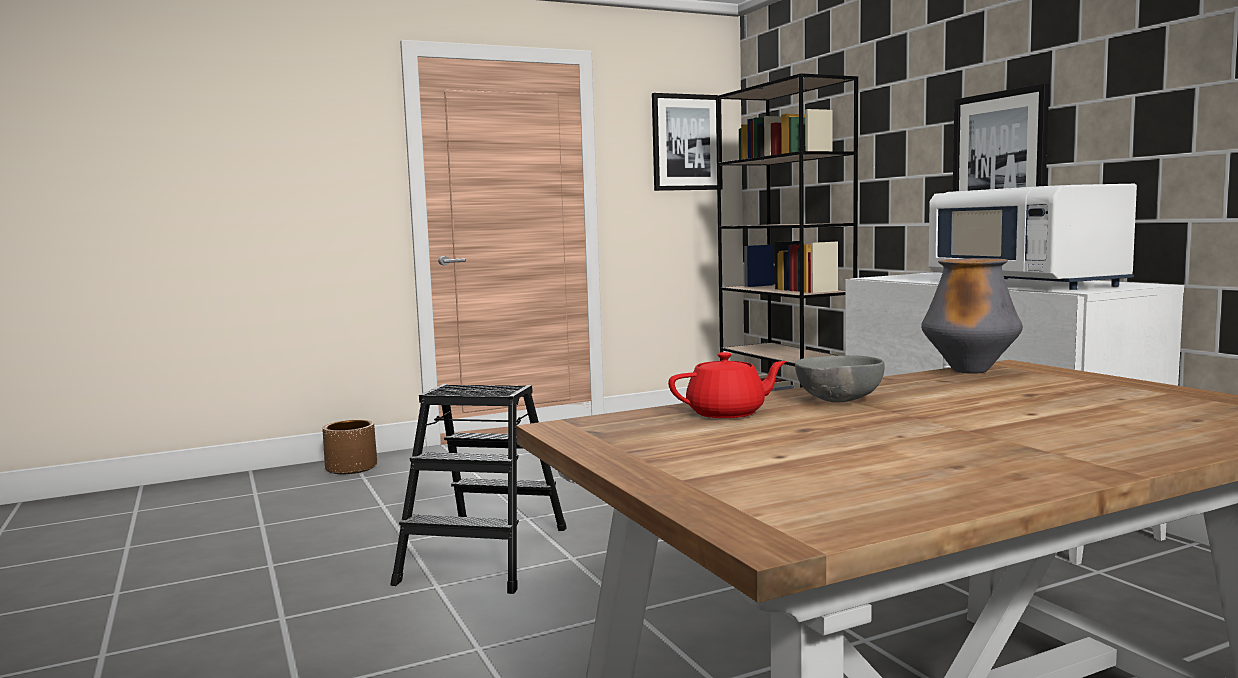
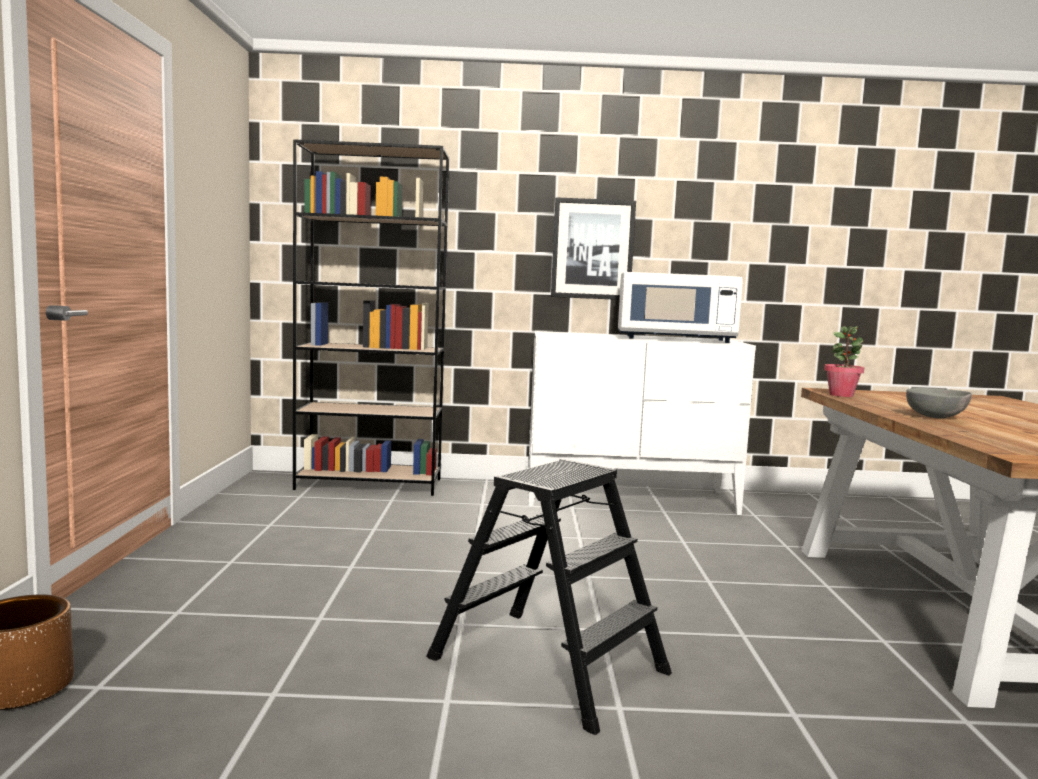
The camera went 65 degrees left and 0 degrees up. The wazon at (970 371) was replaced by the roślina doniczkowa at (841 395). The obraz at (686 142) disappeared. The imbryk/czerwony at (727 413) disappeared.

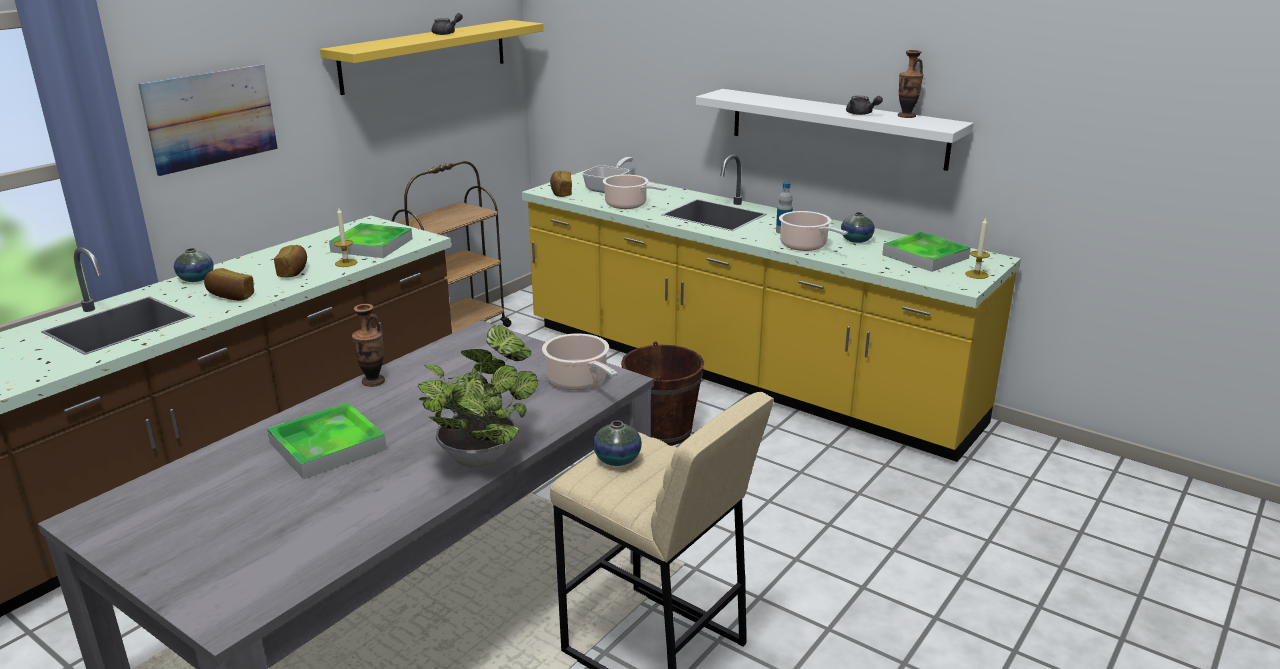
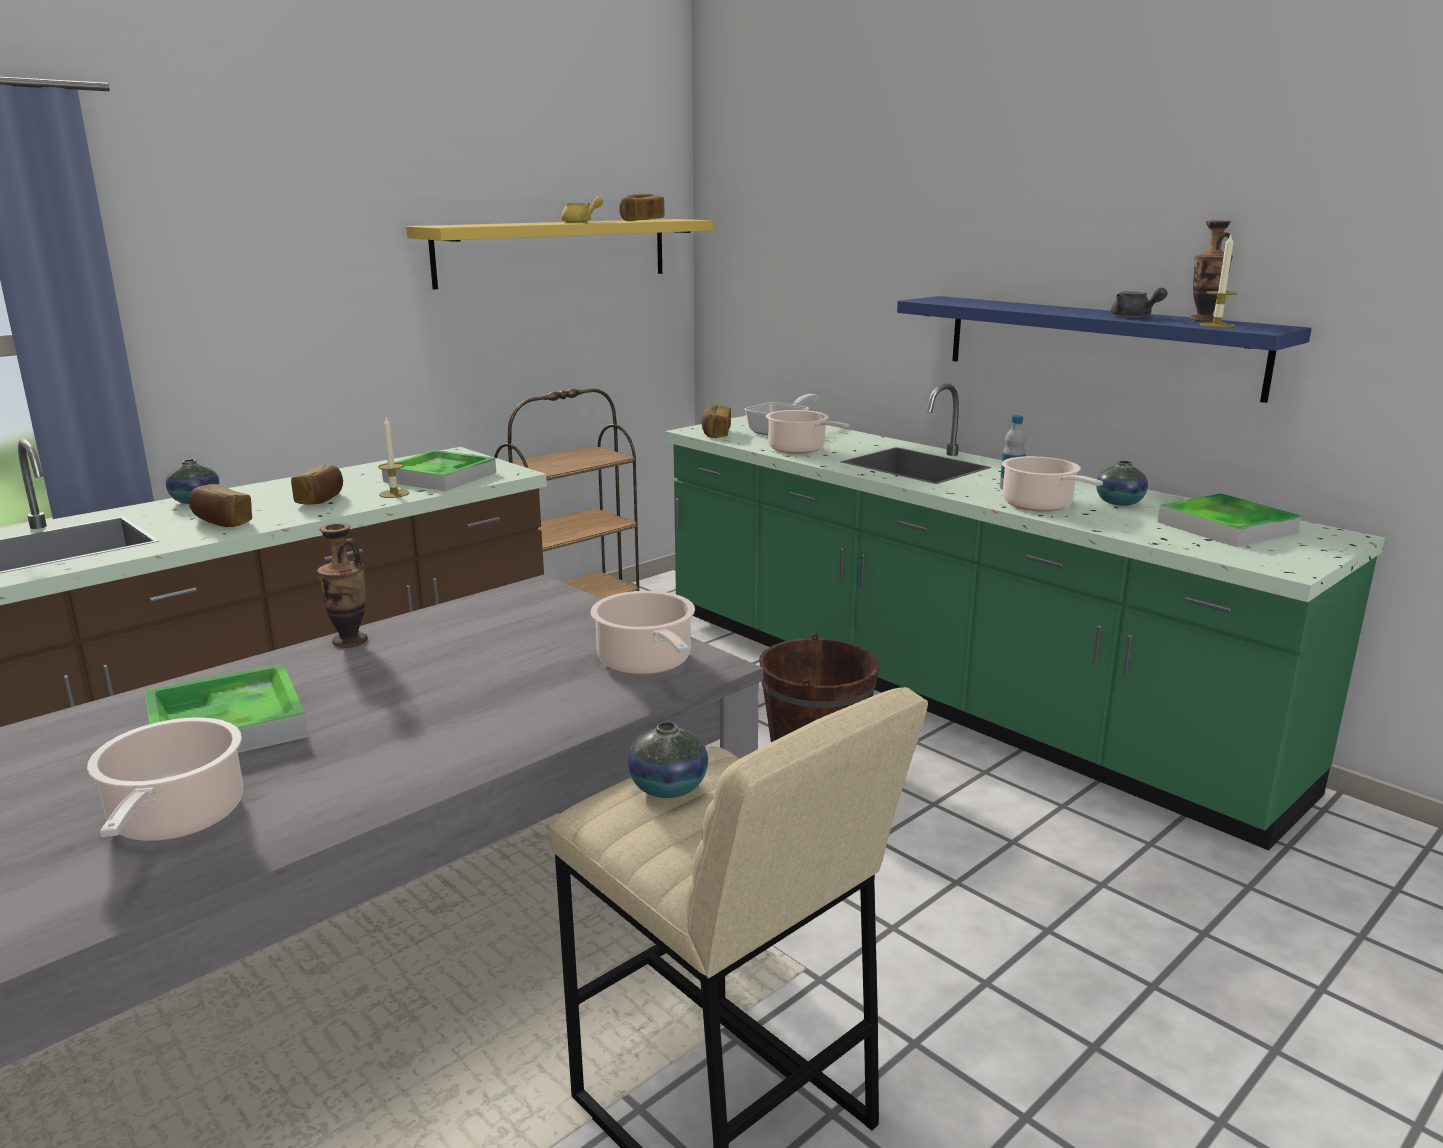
The camera went 10 degrees right and 5 degrees down. The garnek at (175 820) appeared. The imbryk/szary at (447 33) became the imbryk/żółty at (581 222). The chleb at (641 220) appeared. The zabudowa kuchenna/żółty at (740 374) became the zabudowa kuchenna/zielony at (943 693). The półka/biały at (836 128) became the półka/niebieski at (1097 344). The świeca moved from (976 274) to (1216 325). The obraz at (211 118) disappeared. The roślina doniczkowa at (482 454) disappeared.

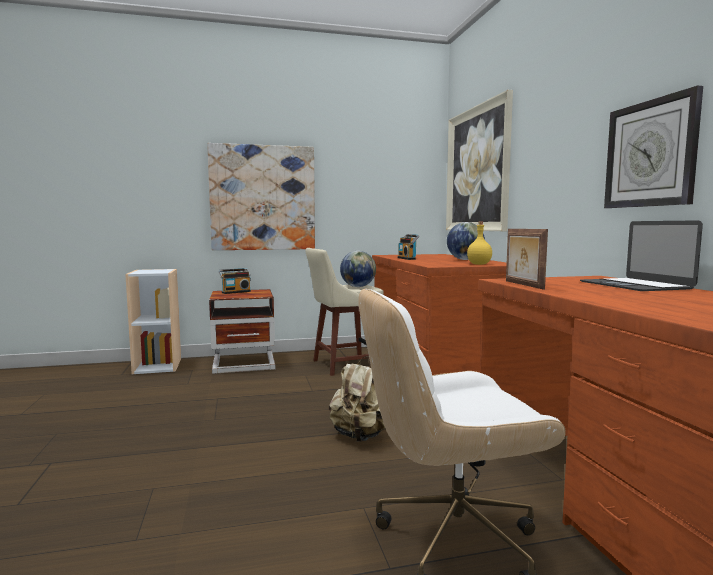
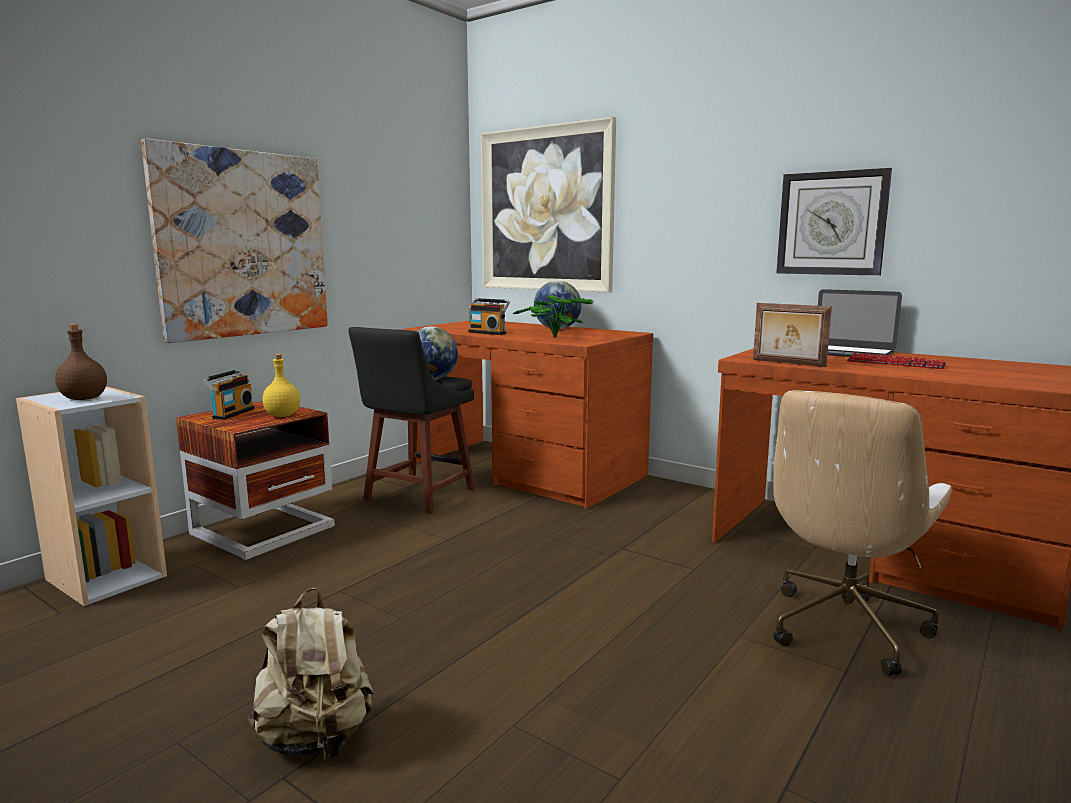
The camera went 40 degrees left and 5 degrees up. The butelka/brązowy at (84 398) appeared. The plecak/beżowy moved from (360 436) to (316 739). The butelka/żółty moved from (479 264) to (282 415). The stołek/beżowy at (343 365) became the stołek/czarny at (416 496). The roślina doniczkowa at (554 338) appeared. The klawiatura at (895 363) appeared.

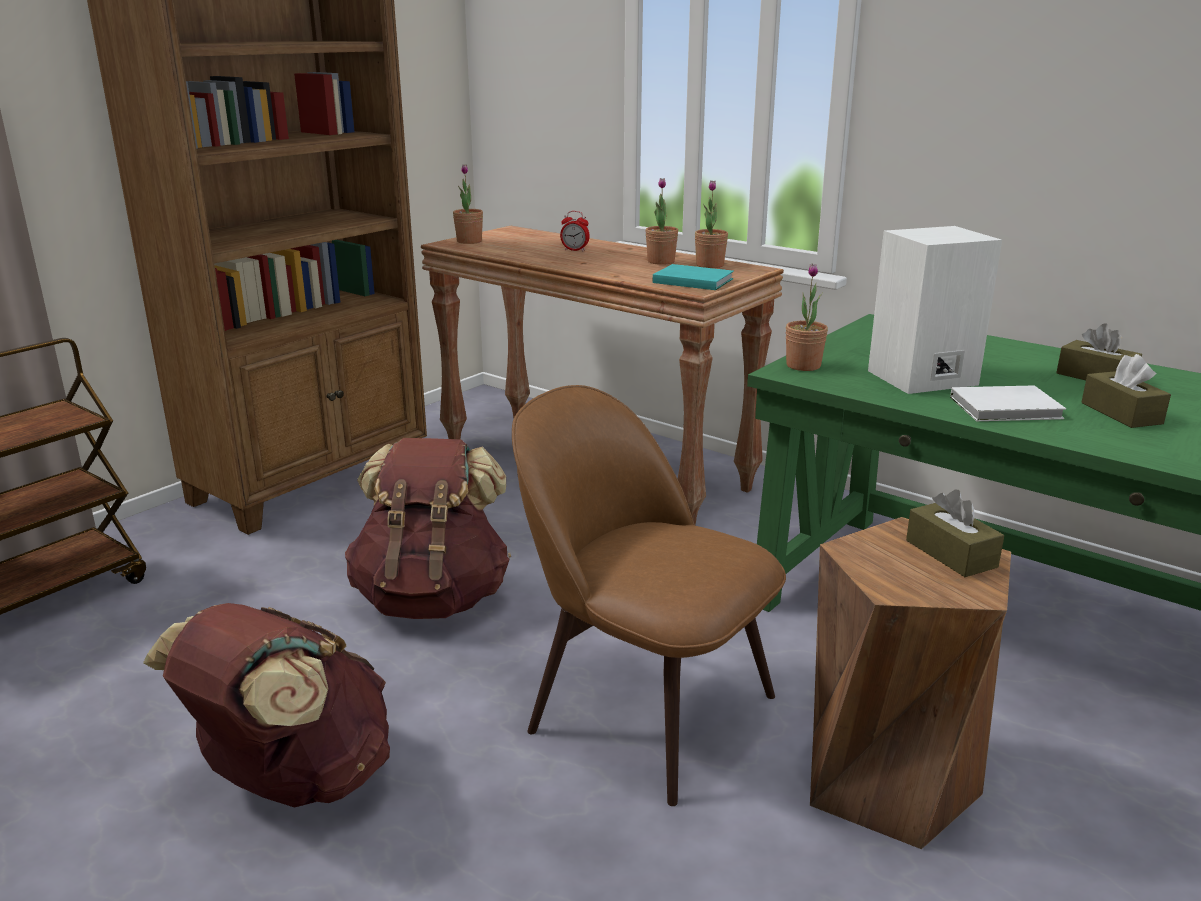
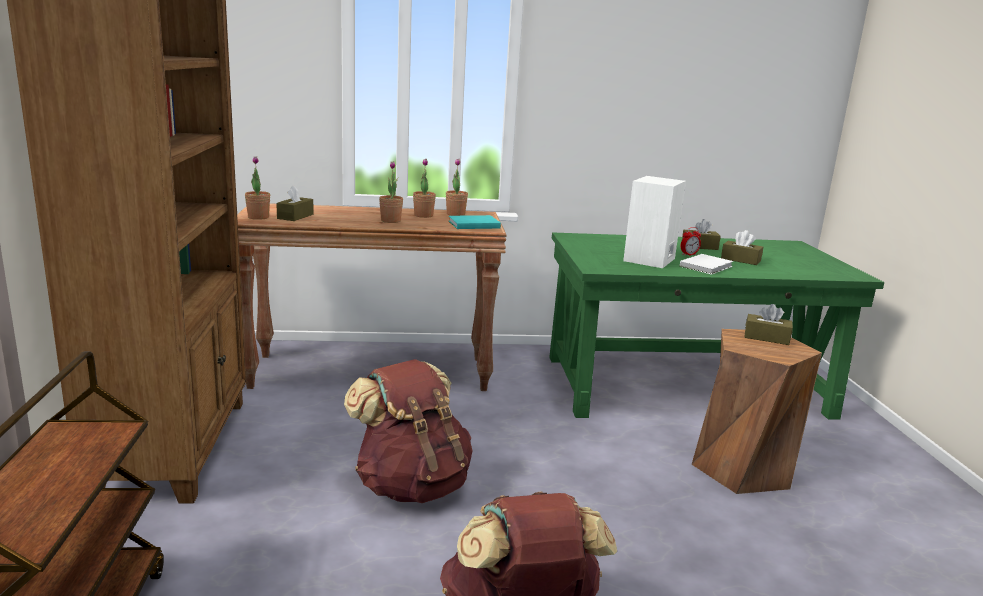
The camera went 45 degrees left and 5 degrees down. The pudełko chusteczek/brązowy at (295 216) appeared. The roślina doniczkowa moved from (803 366) to (390 221). The budzik moved from (575 250) to (689 255). The krzesło/brązowy at (644 708) disappeared.

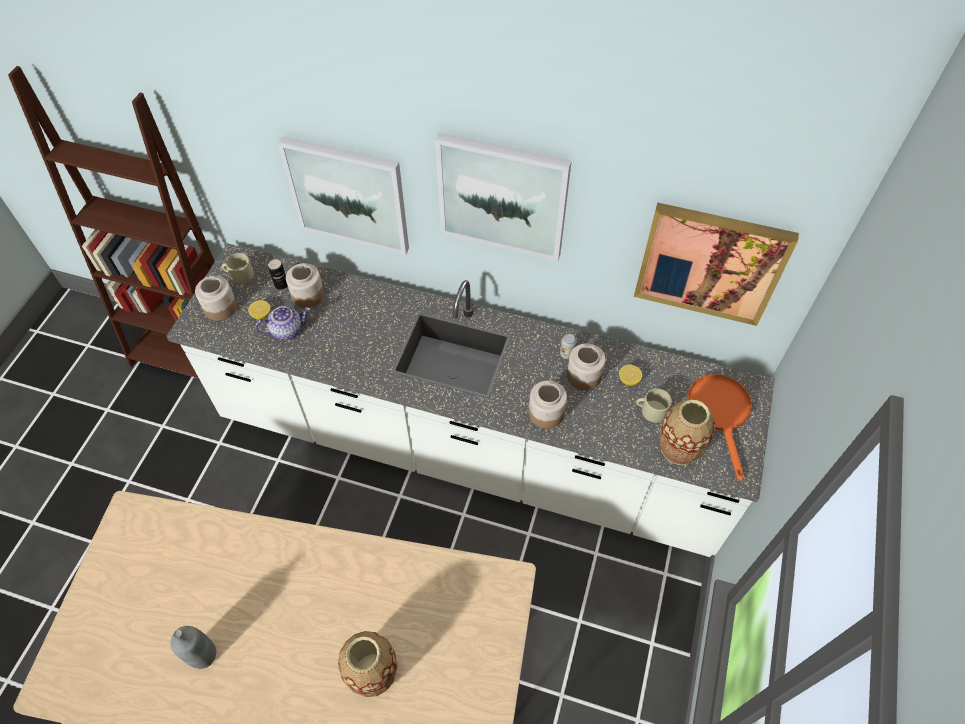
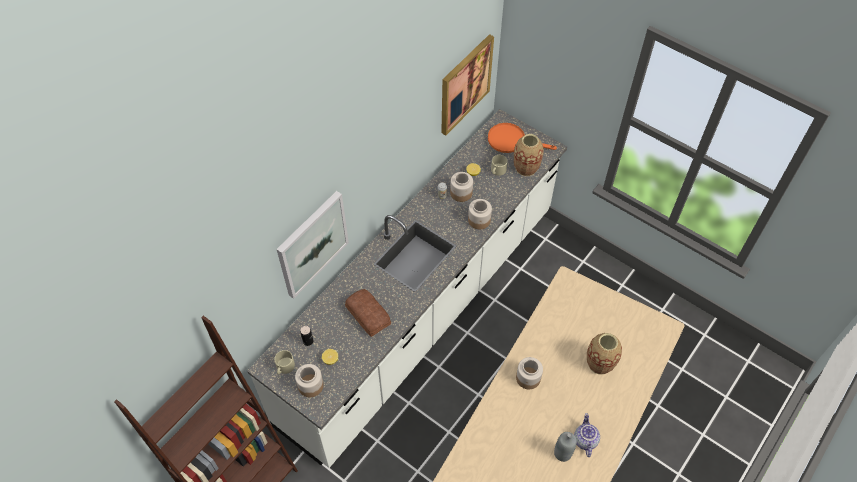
The camera went 70 degrees left and 0 degrees up. The chleb at (368 314) appeared. The słoik moved from (307 295) to (528 378). The imbryk moved from (287 330) to (584 440). The obraz at (502 196) disappeared.

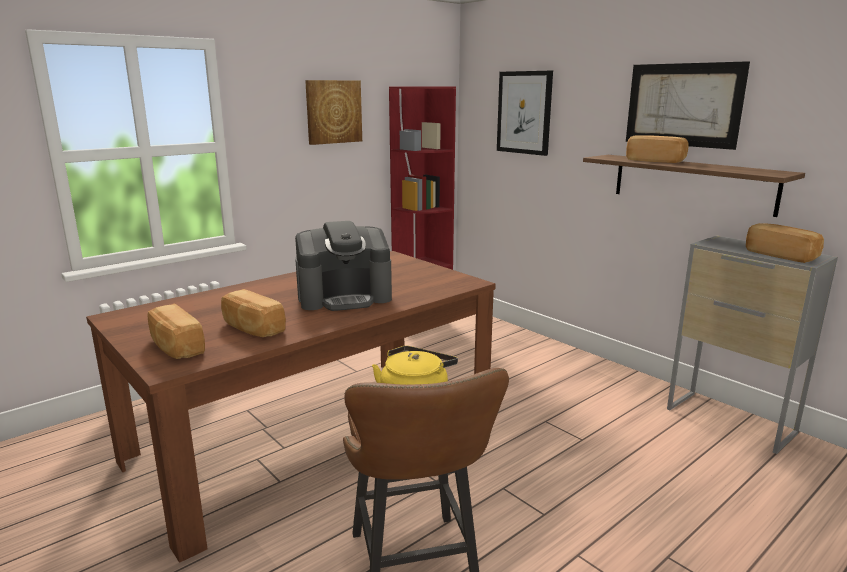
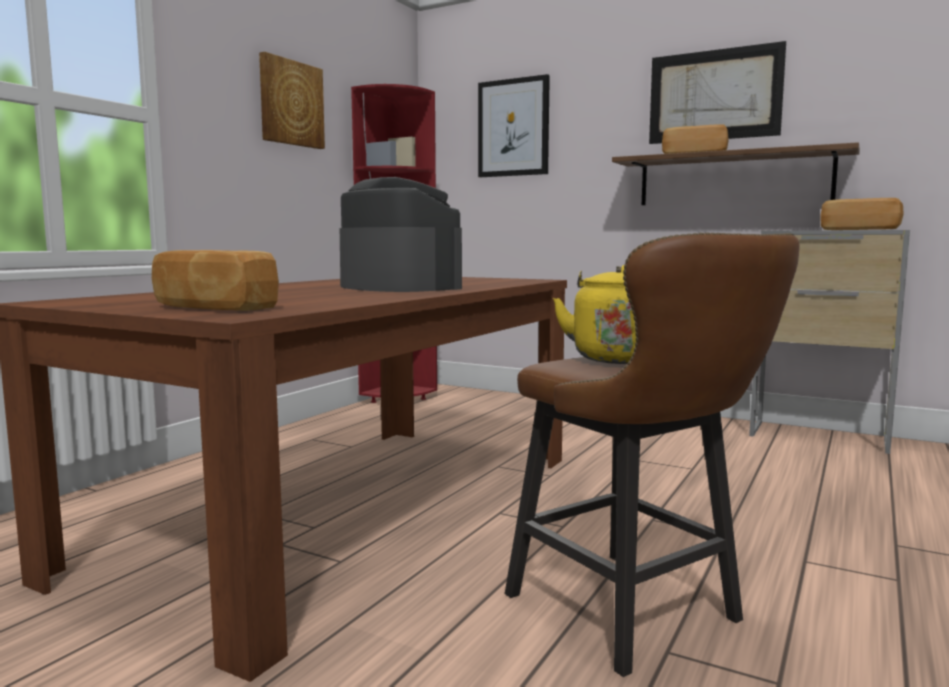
The camera went 20 degrees left and 10 degrees down. The ekspres do kawy at (345 297) turned 90 degrees counterclockwise. The chleb at (252 328) disappeared.

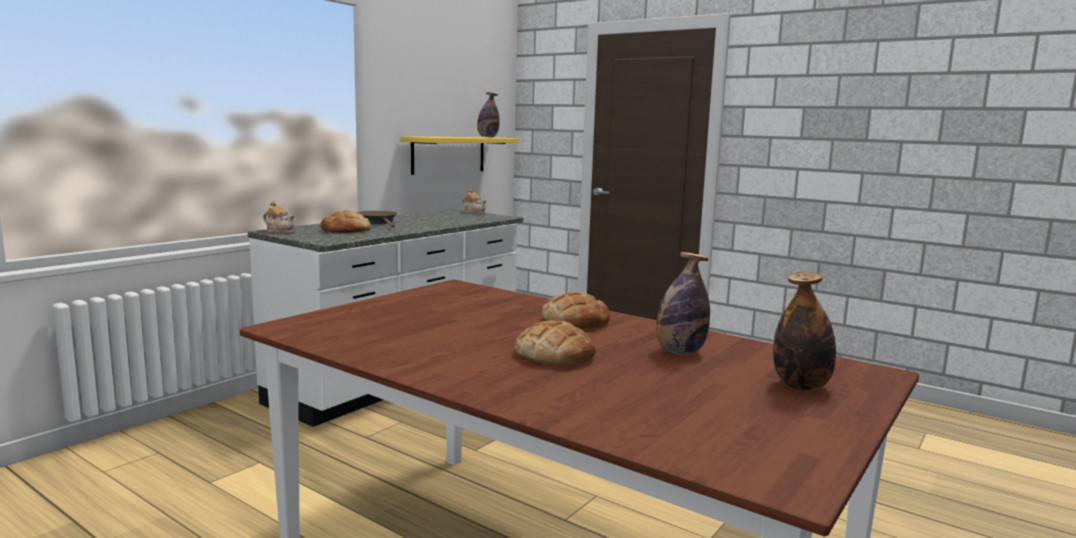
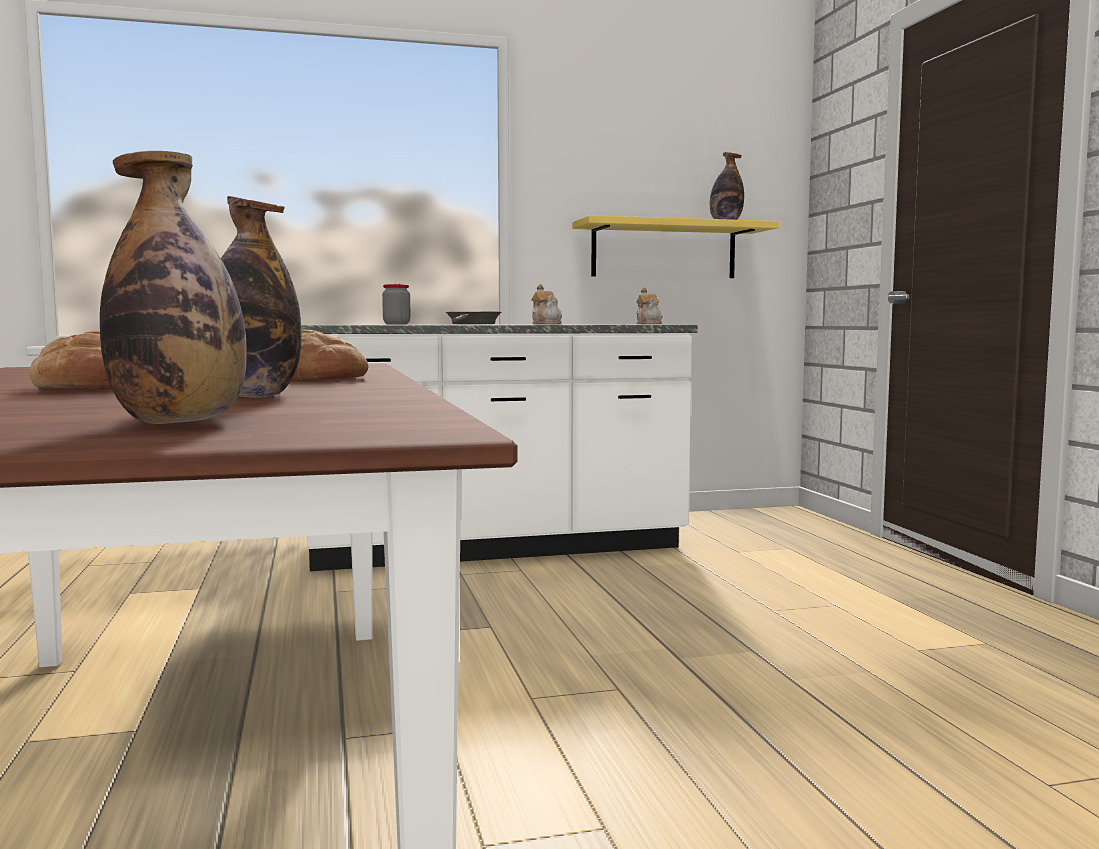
The camera went 40 degrees right and 5 degrees down. The chleb at (346 230) was replaced by the słoik at (396 324). The imbryk moved from (280 231) to (546 324).

